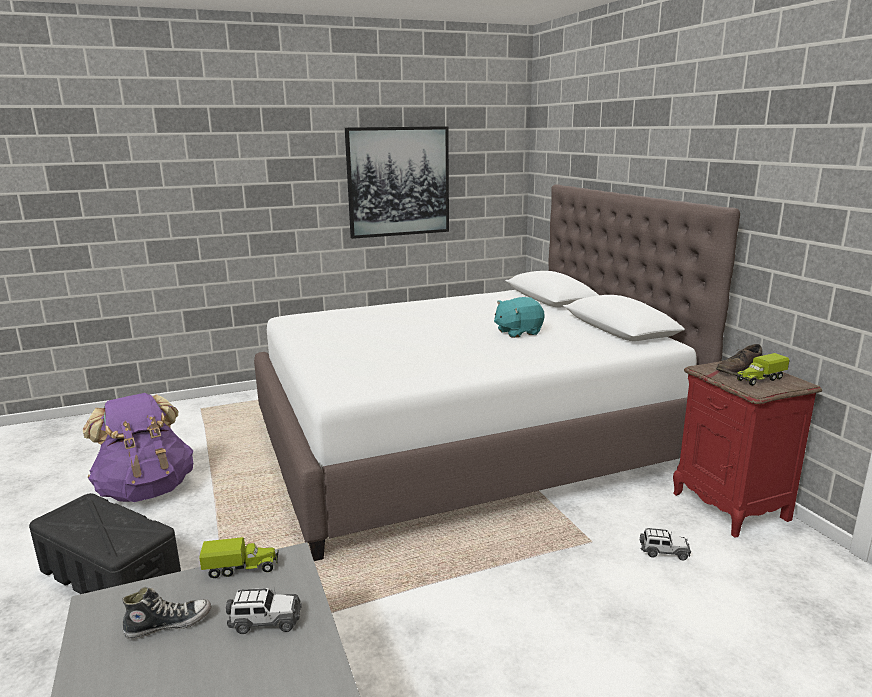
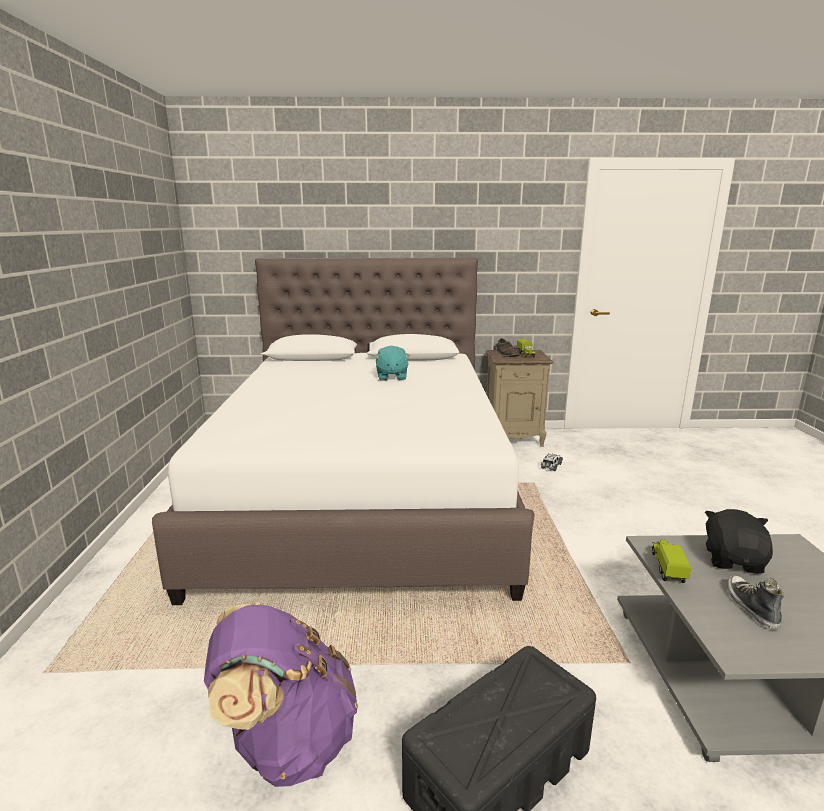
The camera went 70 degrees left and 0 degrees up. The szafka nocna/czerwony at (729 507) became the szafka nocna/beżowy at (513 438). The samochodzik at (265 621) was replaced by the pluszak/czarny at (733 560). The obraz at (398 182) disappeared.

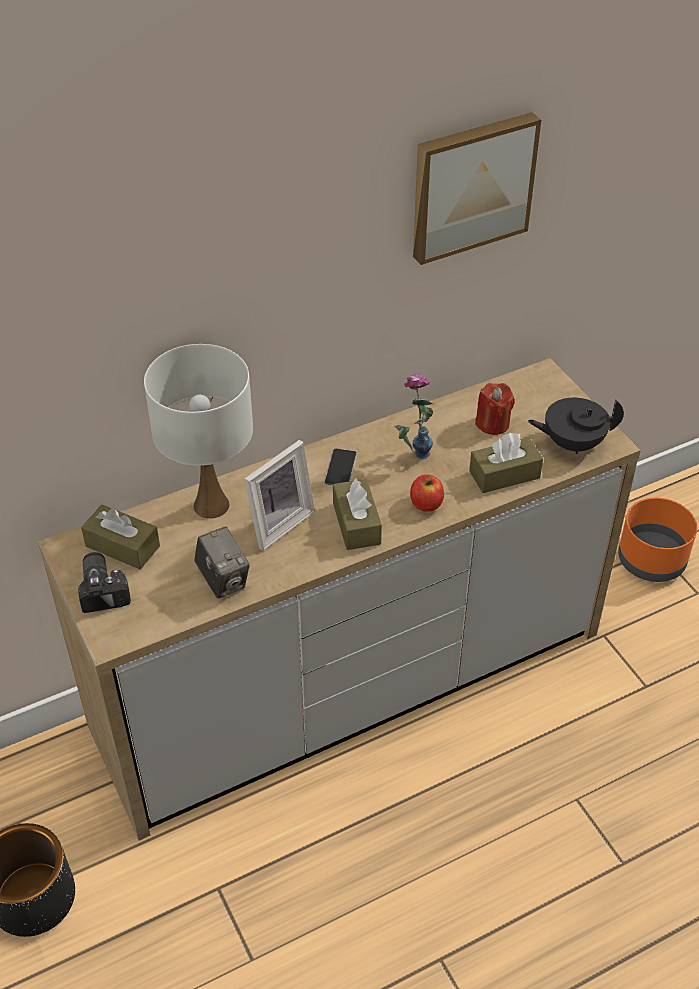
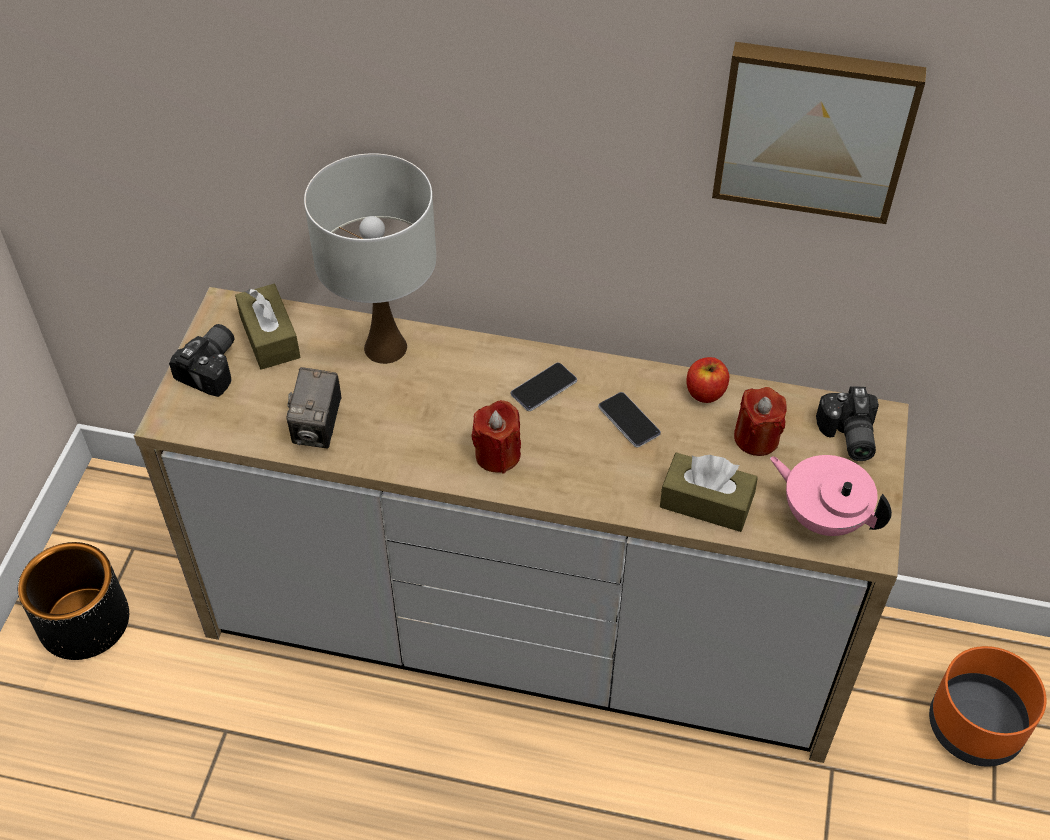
The camera went 40 degrees right and 5 degrees up. The pudełko chusteczek/brązowy at (356 523) was replaced by the świeca/czerwony at (497 454). The wazon at (411 457) was replaced by the telefon at (629 420). The jabłko moved from (426 504) to (705 392). The imbryk/czarny at (572 443) became the imbryk/różowy at (822 516). The aparat fotograficzny at (846 436) appeared. The ramka na zdjęcie at (277 523) disappeared.

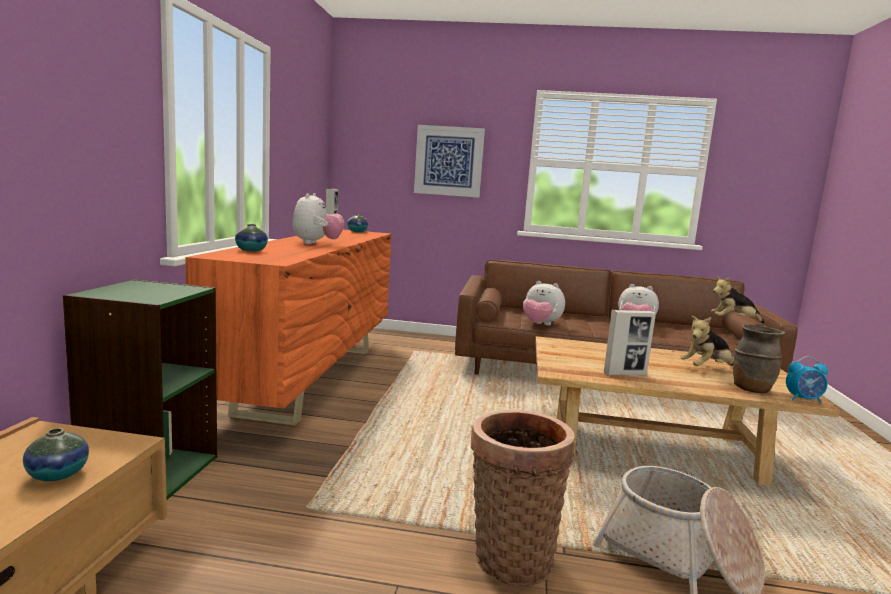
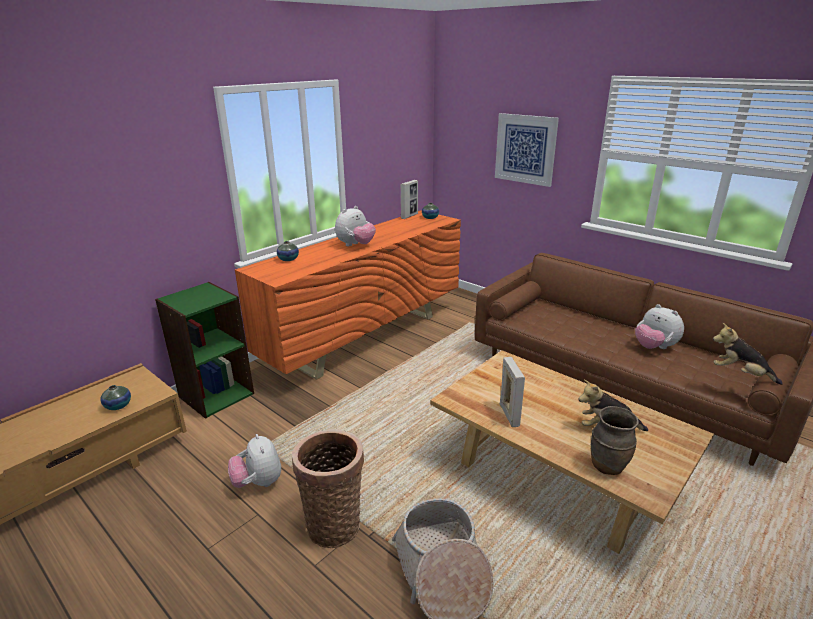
The camera went 35 degrees right and 15 degrees up. The pluszak moved from (540 325) to (258 482). The ramka na zdjęcie at (625 374) turned 120 degrees counterclockwise. The budzik at (803 399) disappeared.

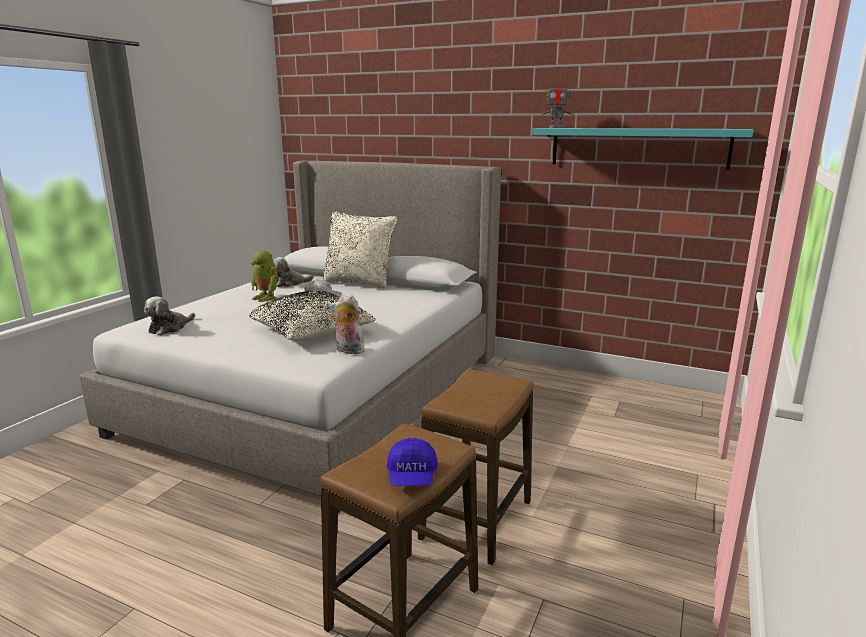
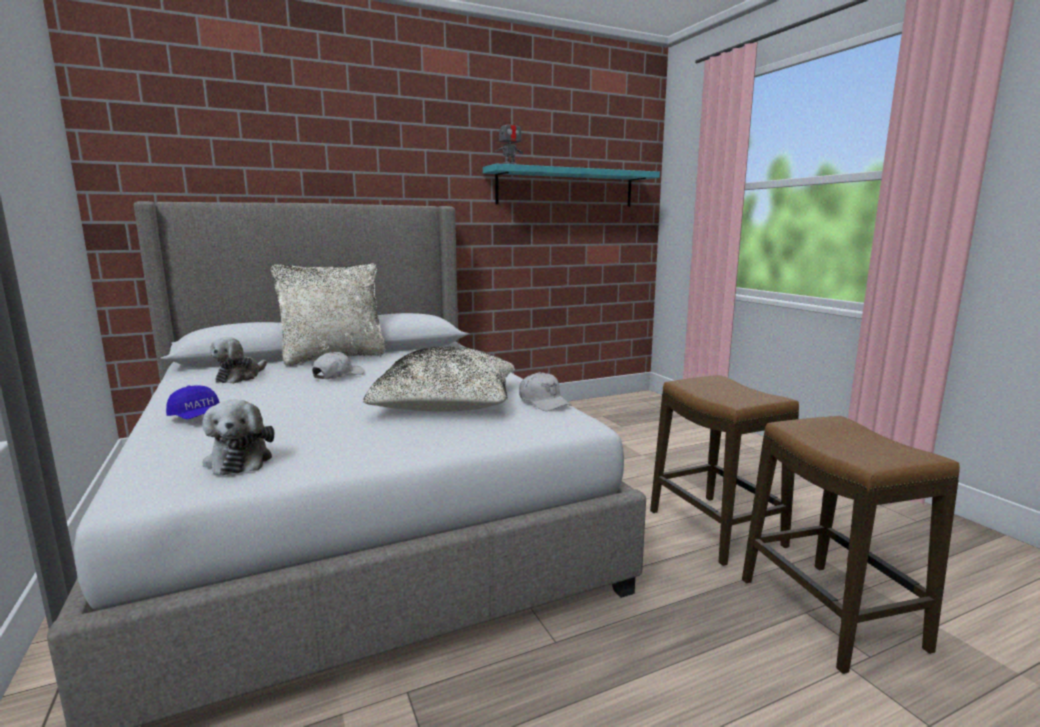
The camera went 50 degrees left and 5 degrees down. The czapka z daszkiem/niebieski moved from (412 477) to (198 418). The pluszak at (348 351) was replaced by the czapka z daszkiem/biały at (544 402). The robot zabawkowy at (266 298) disappeared.

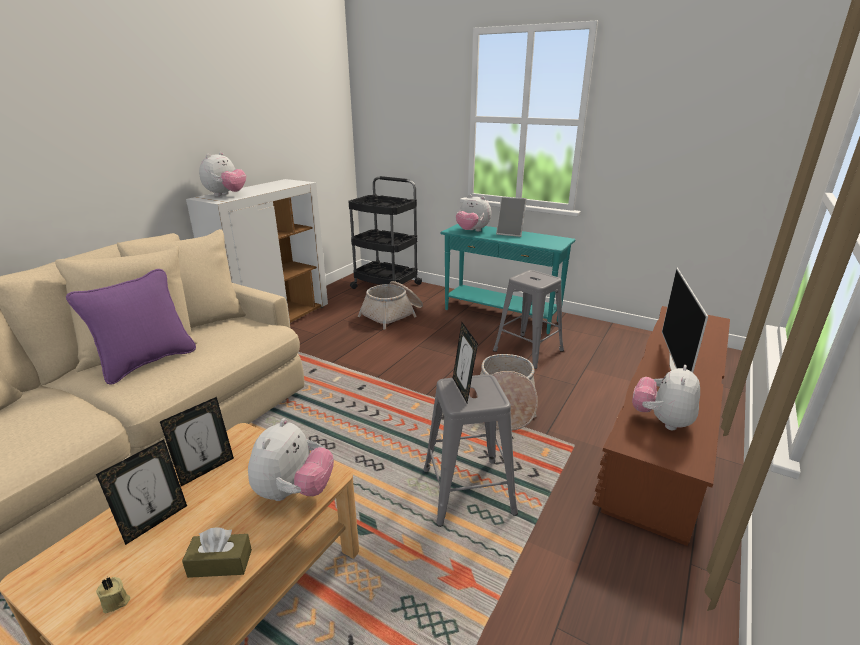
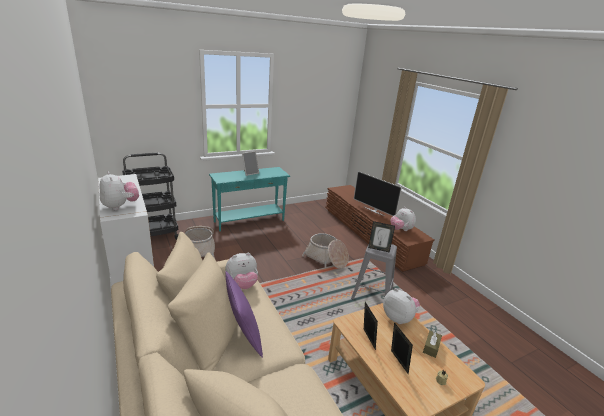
The camera went 60 degrees left and 0 degrees up. The pluszak moved from (472 231) to (242 284). The stołek/szary at (528 350) disappeared.

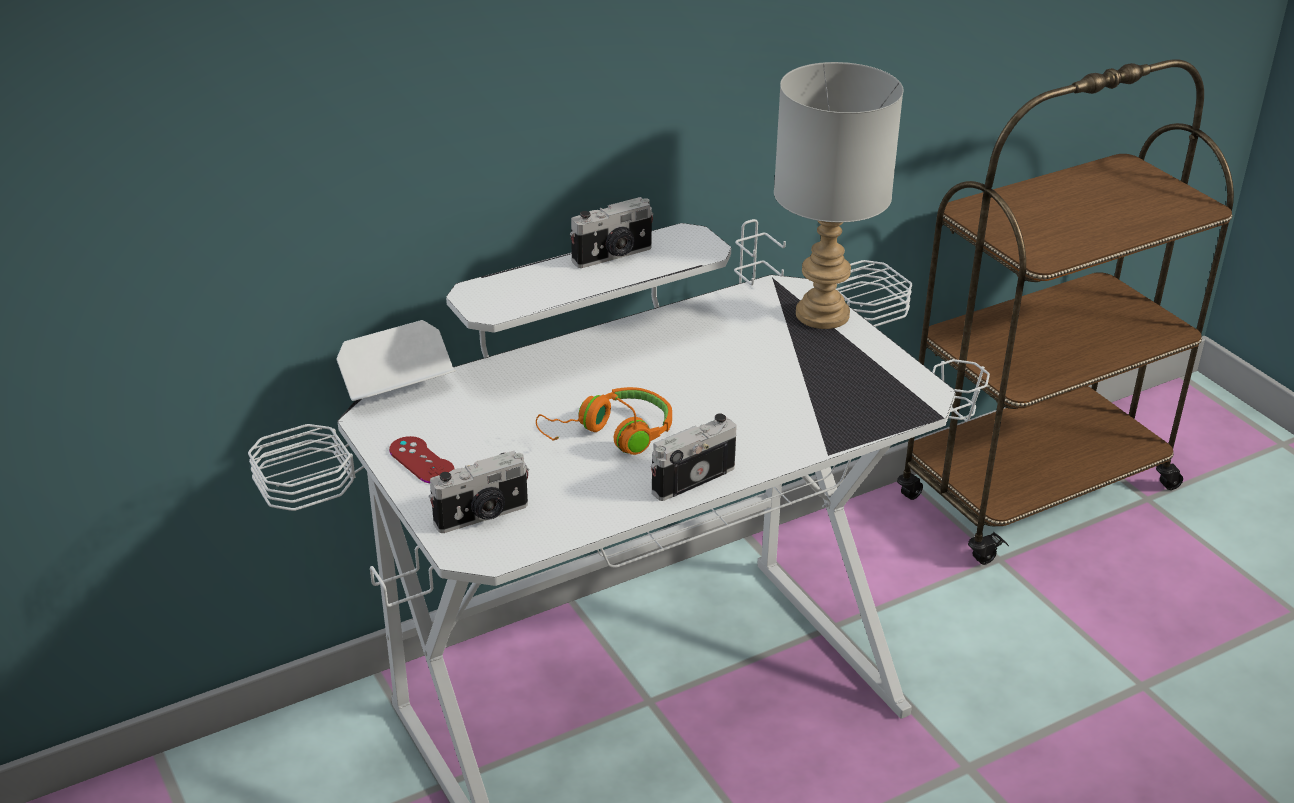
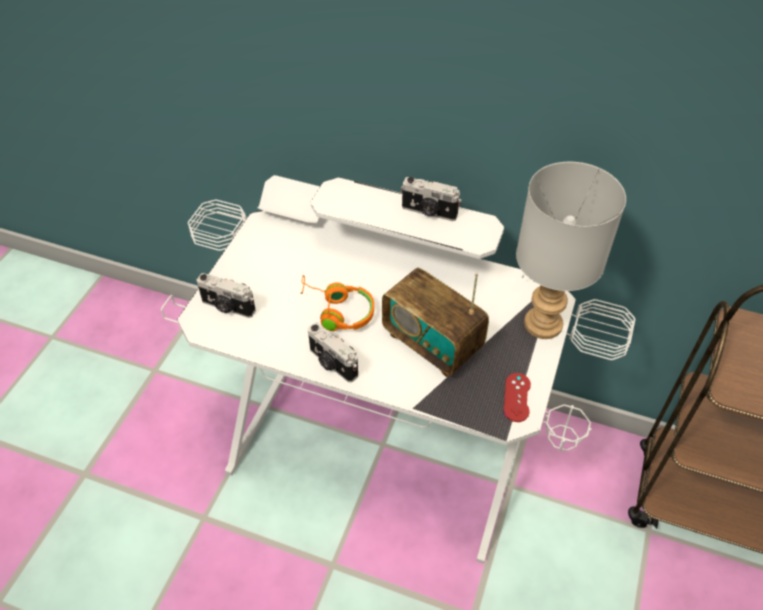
The camera went 50 degrees right and 15 degrees up. The aparat fotograficzny at (691 478) turned 150 degrees counterclockwise. The radio at (432 343) appeared. The pad do gier/czerwony moved from (421 460) to (517 397).

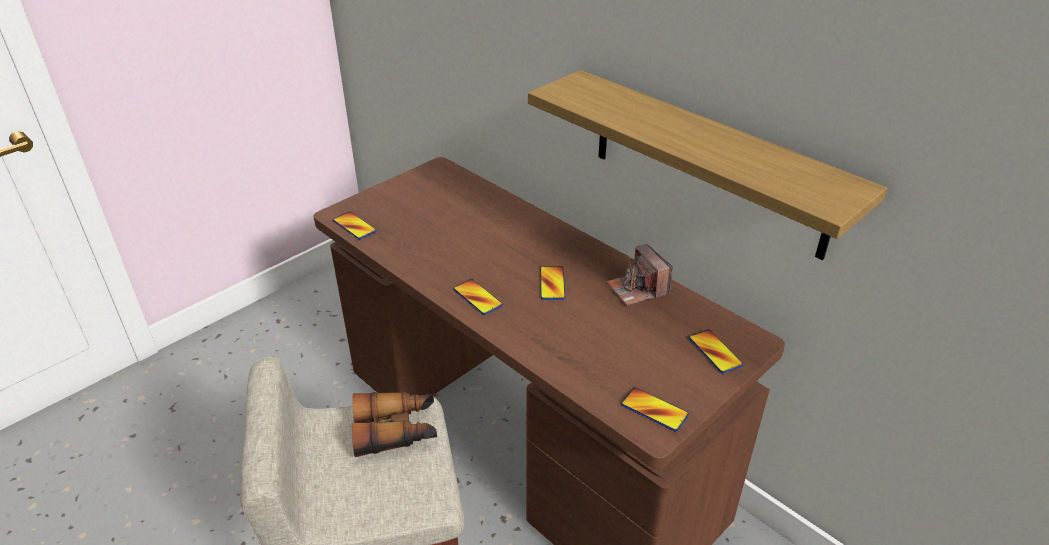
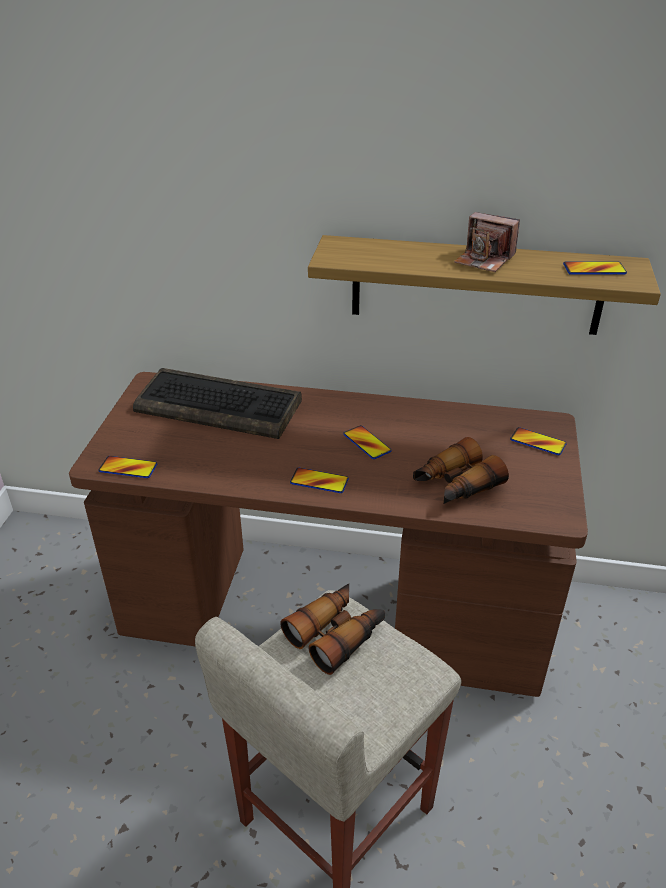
The camera went 35 degrees left and 0 degrees up. The klawiatura at (220 406) appeared. The lornetka at (455 485) appeared. The aparat fotograficzny moved from (637 289) to (484 260). The telefon moved from (654 410) to (594 269).

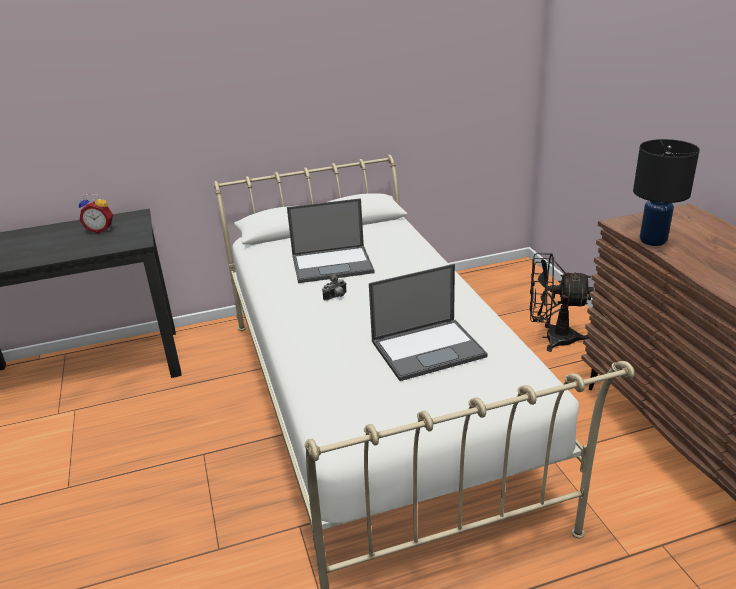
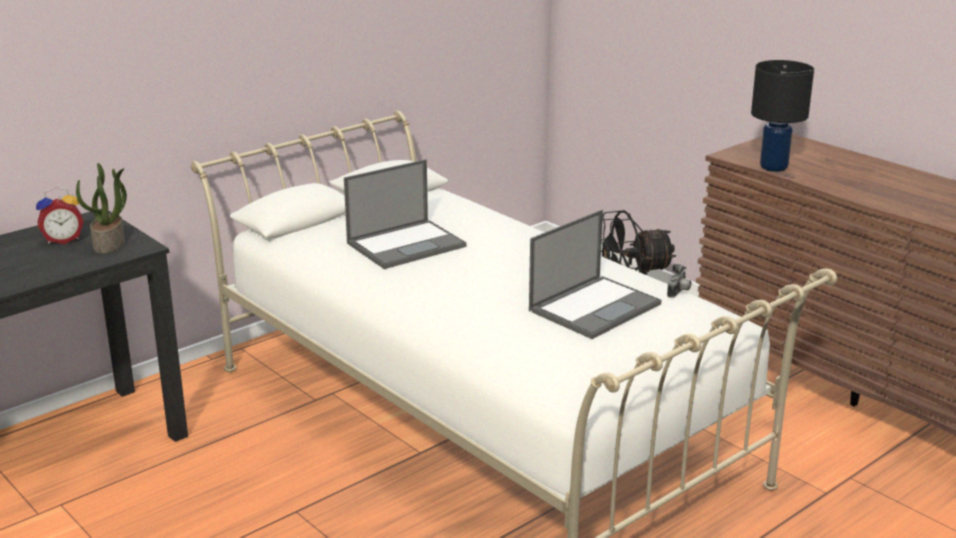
The camera went 25 degrees left and 5 degrees down. The roślina doniczkowa at (109 244) appeared. The aparat fotograficzny moved from (336 297) to (679 292).

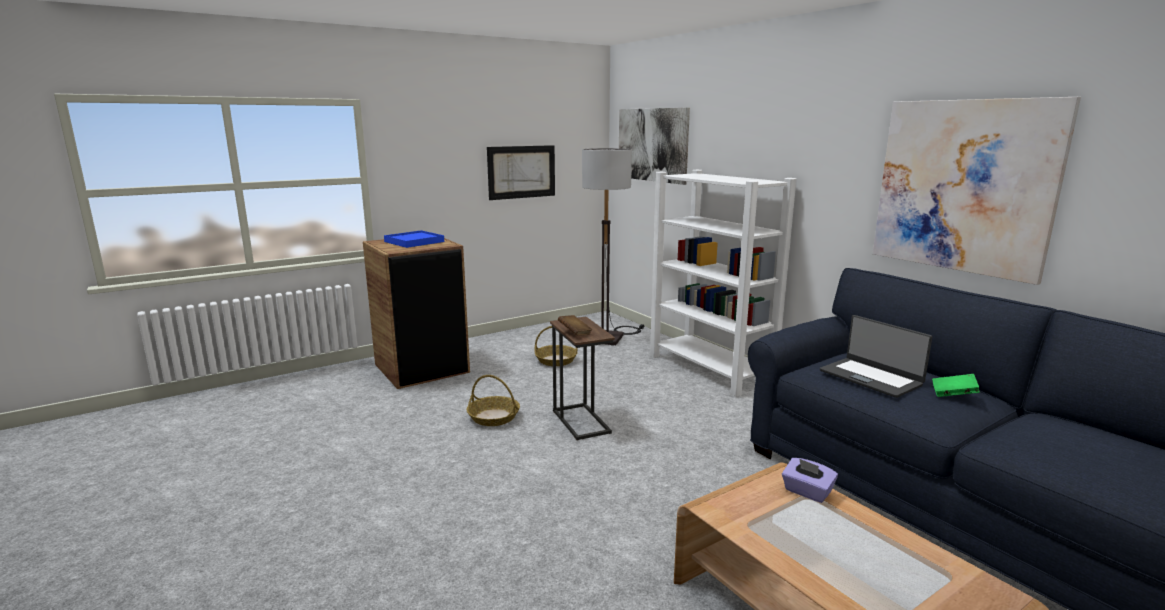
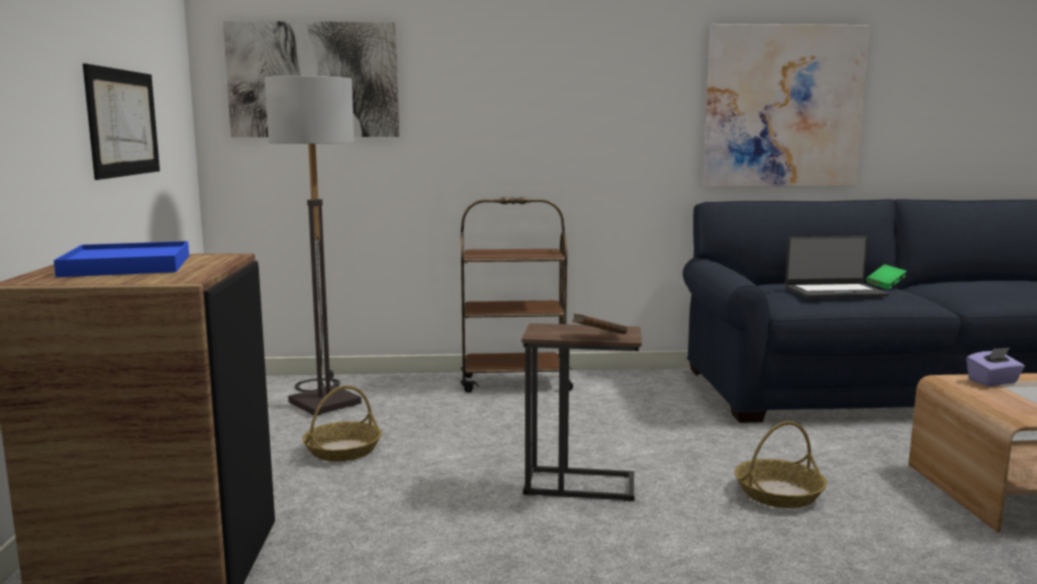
The camera went 60 degrees left and 5 degrees down. The regał/biały at (710 368) was replaced by the wózek/brązowy at (514 383). The koszyk moved from (494 417) to (779 493).

